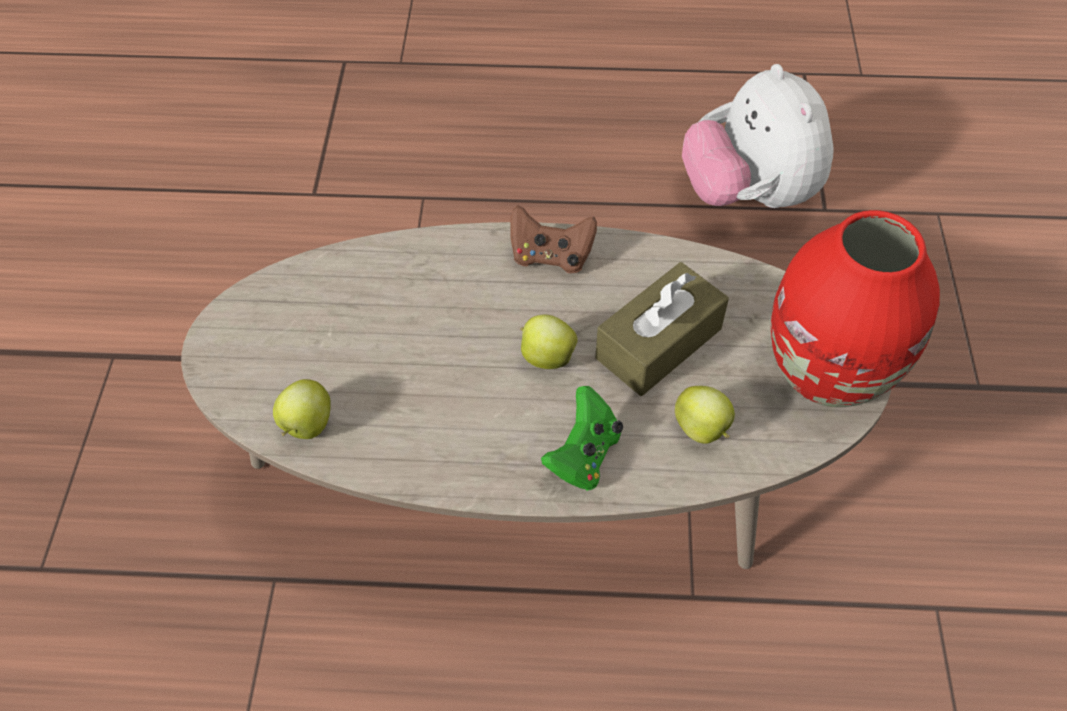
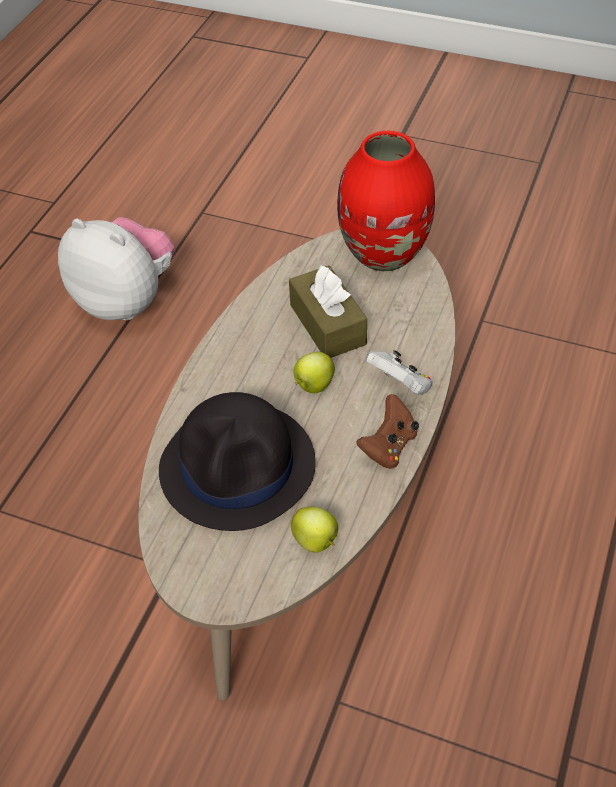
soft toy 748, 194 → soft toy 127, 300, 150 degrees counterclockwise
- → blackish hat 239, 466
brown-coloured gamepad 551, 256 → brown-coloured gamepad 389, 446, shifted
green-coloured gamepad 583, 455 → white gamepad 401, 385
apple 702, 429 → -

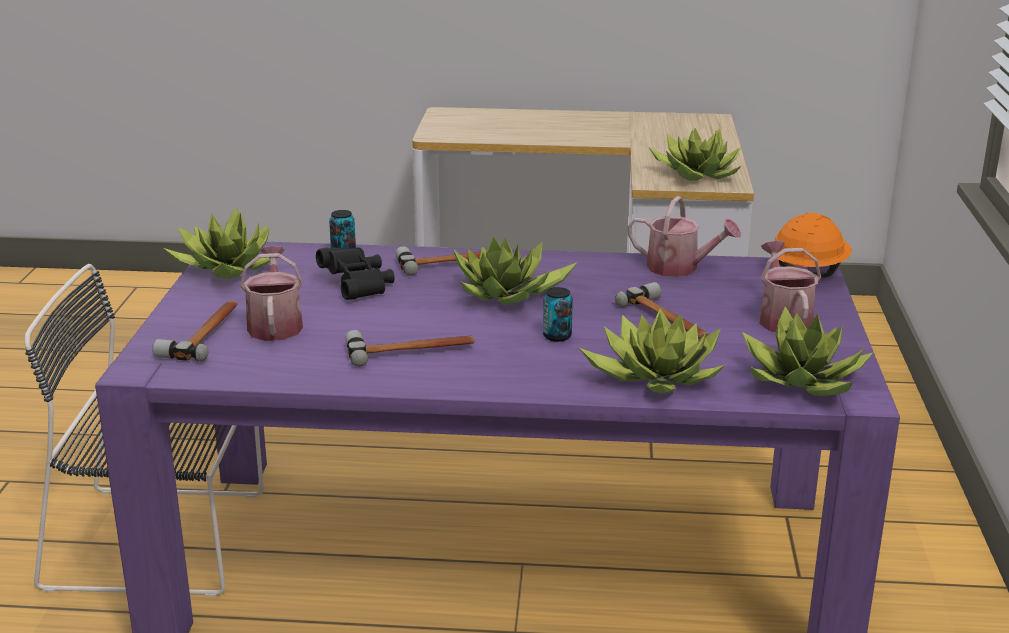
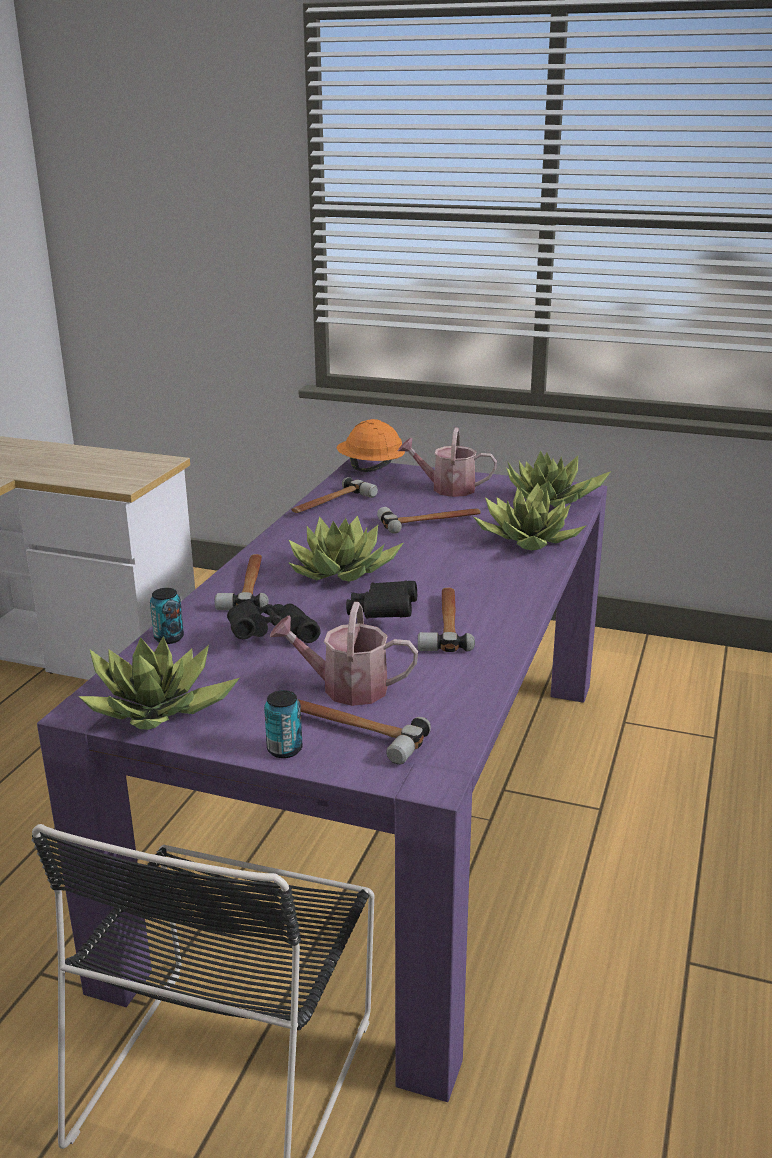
metal can 557, 336 → metal can 284, 749, shifted
watering can 679, 268 → tool hammer 331, 504
- → blackish pair of binoculars 383, 616
plant in a pot 696, 174 → -

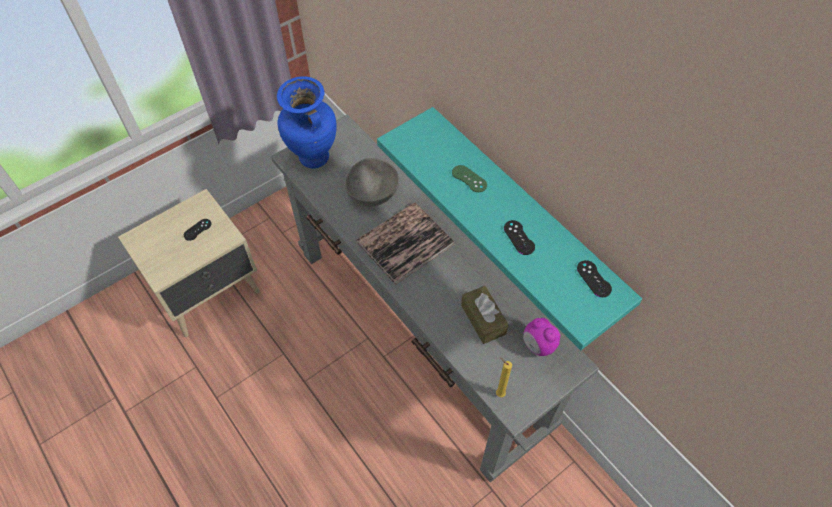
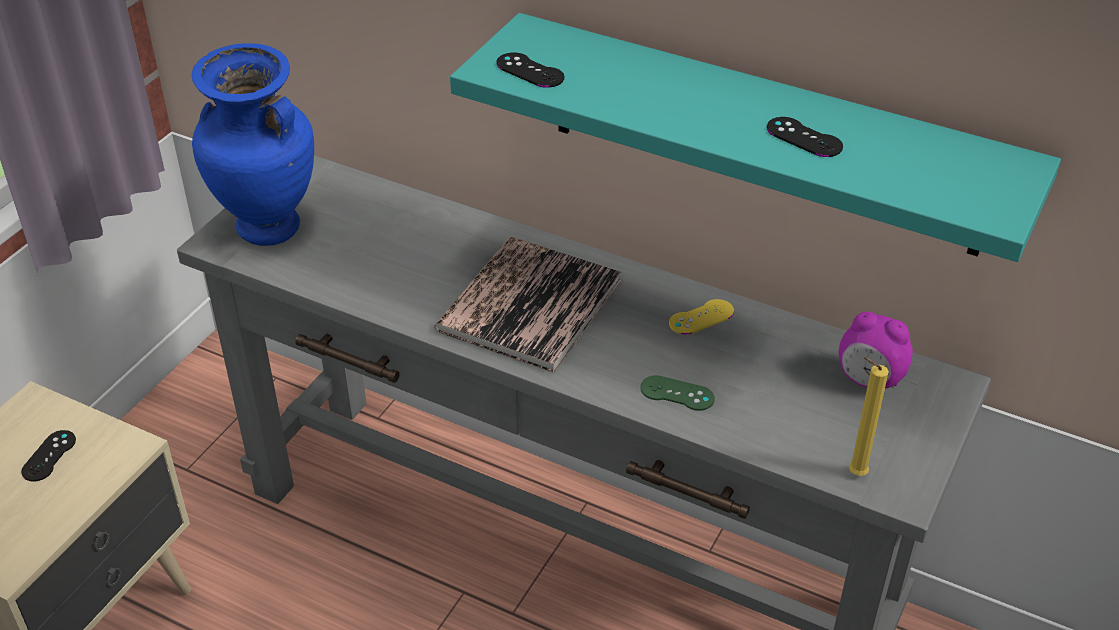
blackish gamepad 594, 279 → blackish gamepad 530, 71, shifted
green-coloured gamepad 469, 179 → green-coloured gamepad 677, 393, shifted
- → yellow-coloured gamepad 701, 317
grey deep dish 372, 194 → -
brown-coloured tissue box 483, 319 → -

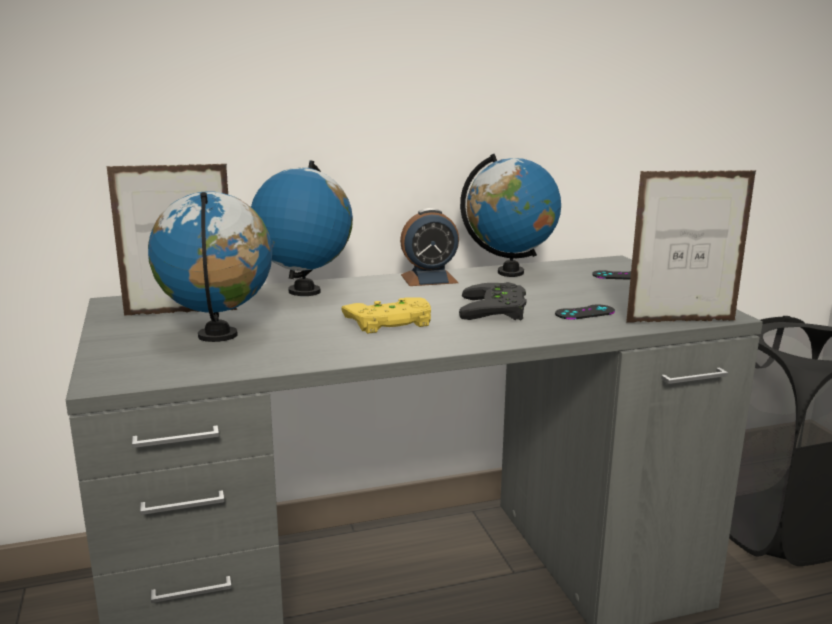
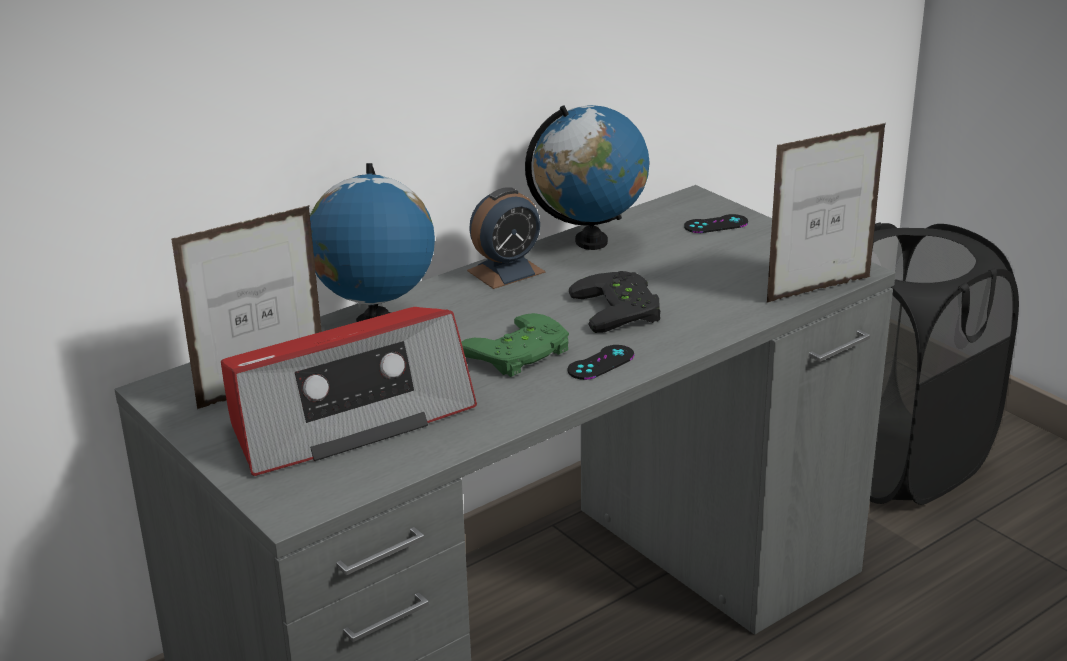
globe 218, 336 → radio set 347, 416
yellow-coloured gamepad 389, 322 → green-coloured gamepad 520, 354
blackish gamepad 584, 312 → blackish gamepad 601, 363, shifted

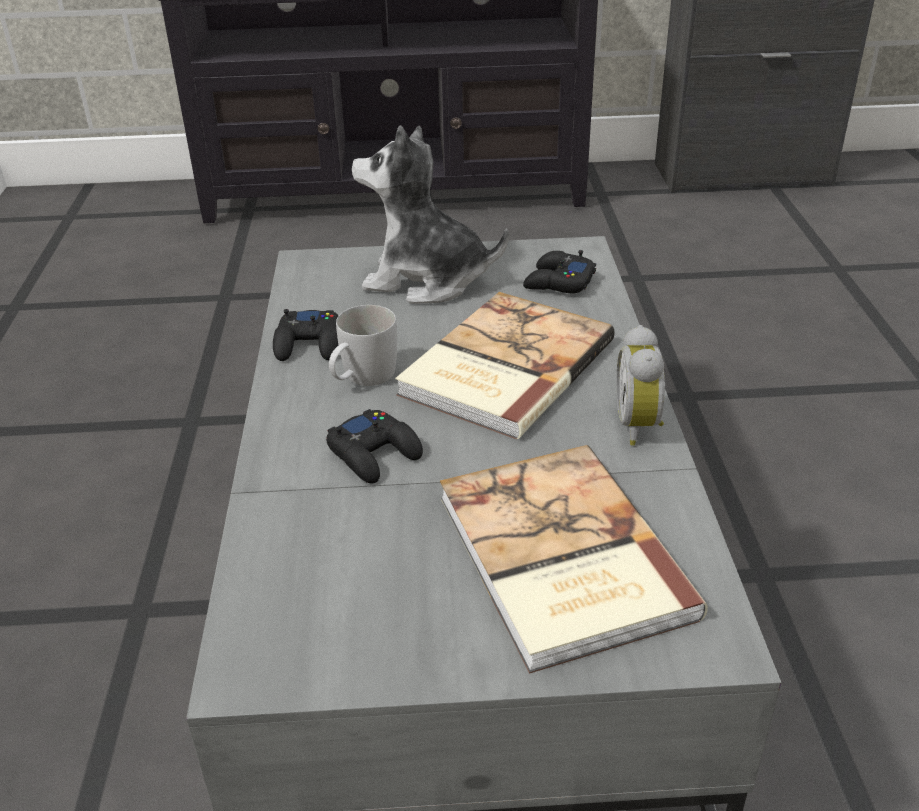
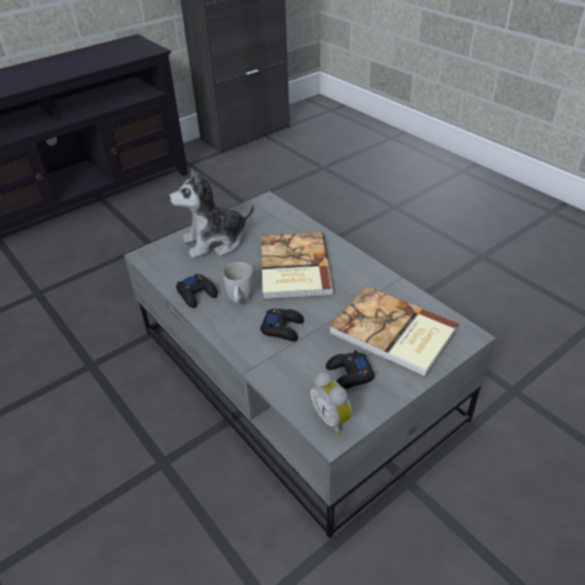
alarm clock 640, 426 → alarm clock 332, 419, shifted
blackish gamepad 558, 282 → blackish gamepad 349, 375, shifted

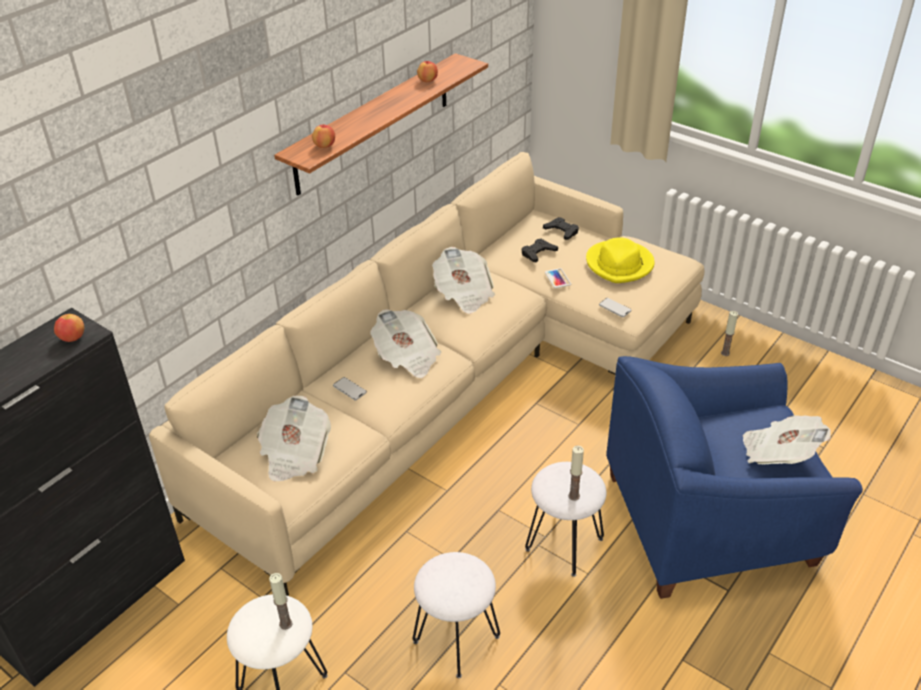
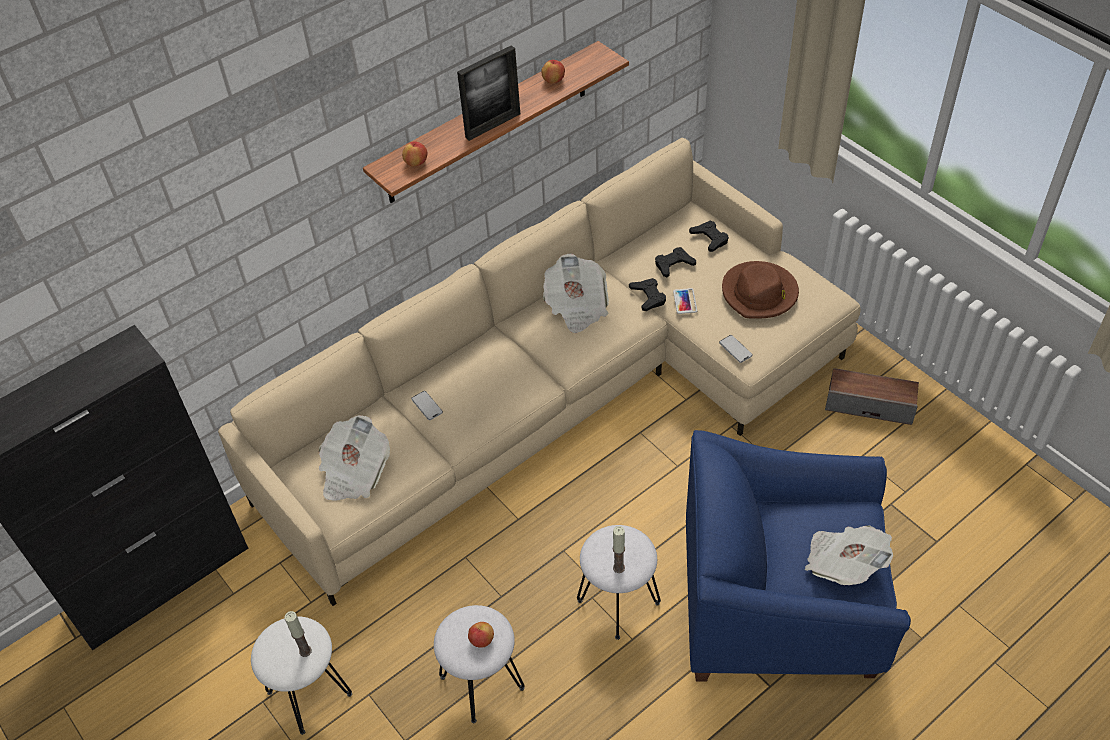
- → standing frame 493, 125
apple 72, 338 → apple 482, 640, shifted
- → blackish gamepad 648, 297
yellow-coloured hat 620, 264 → brown-coloured hat 760, 293
candle 725, 353 → speaker 869, 405
newspaper 407, 357 → -

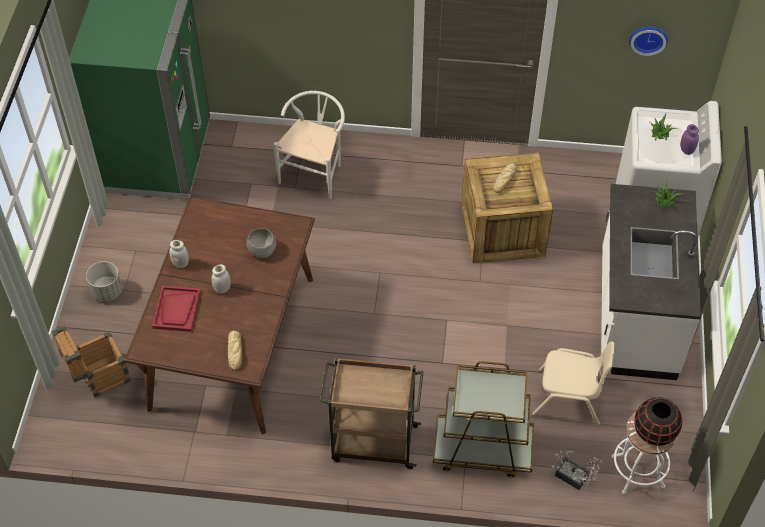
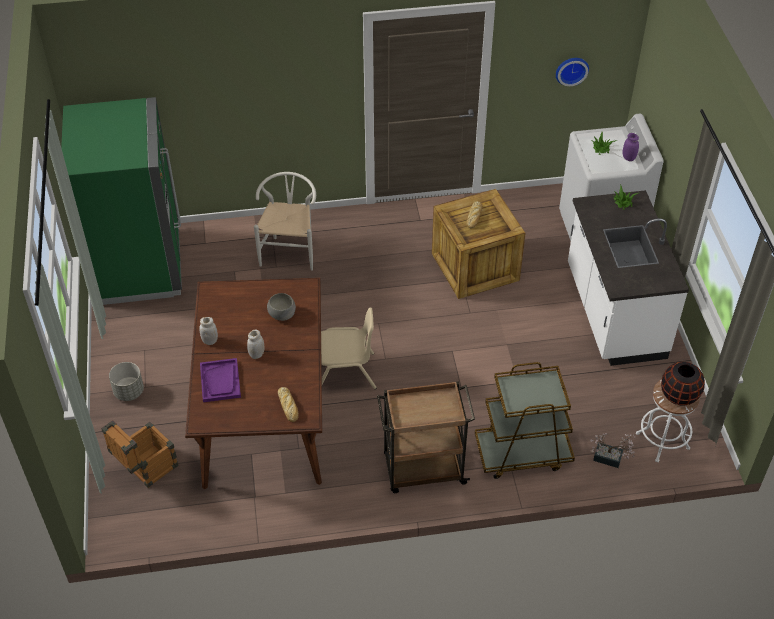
red tray 177, 310 → purple-coloured tray 220, 381
sand-coloured chair 569, 398 → sand-coloured chair 345, 372, shifted

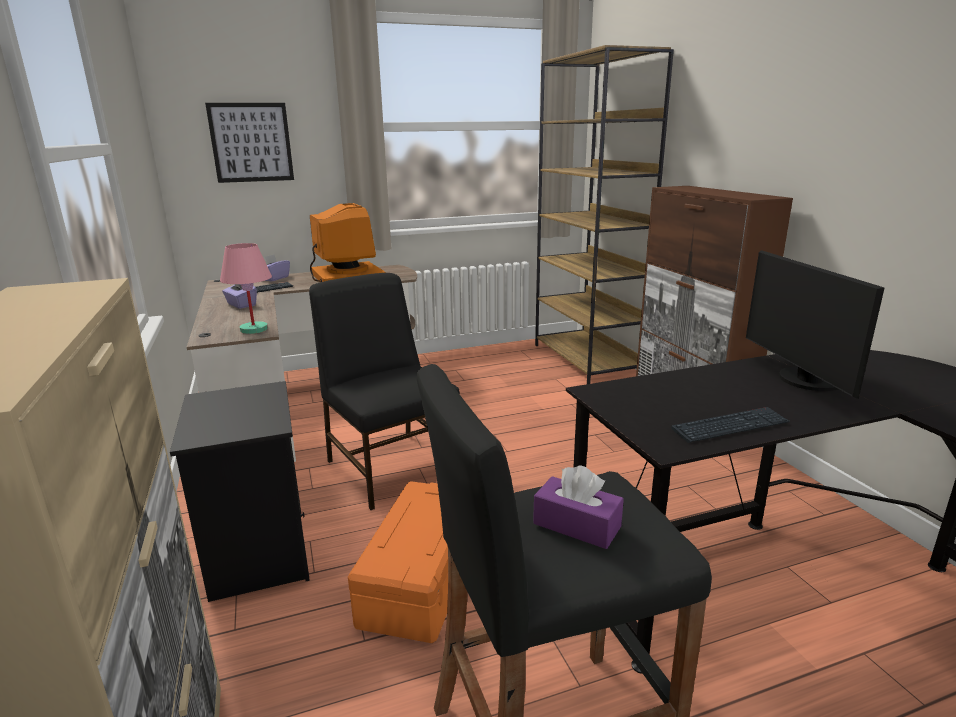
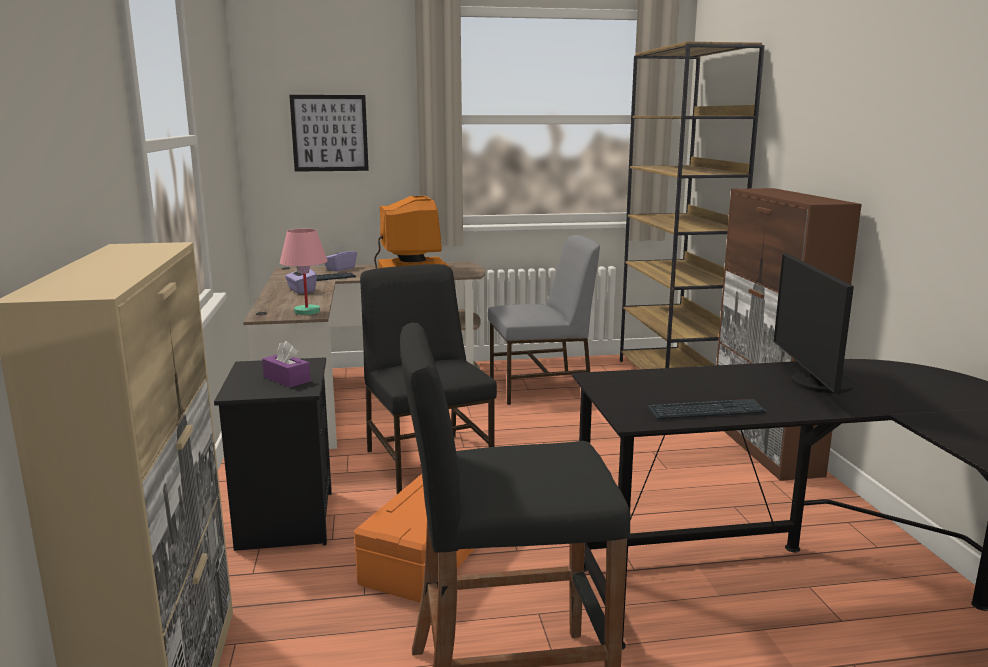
purple-coloured tissue box 577, 525 → purple-coloured tissue box 287, 379, shifted
- → grey chair 541, 388

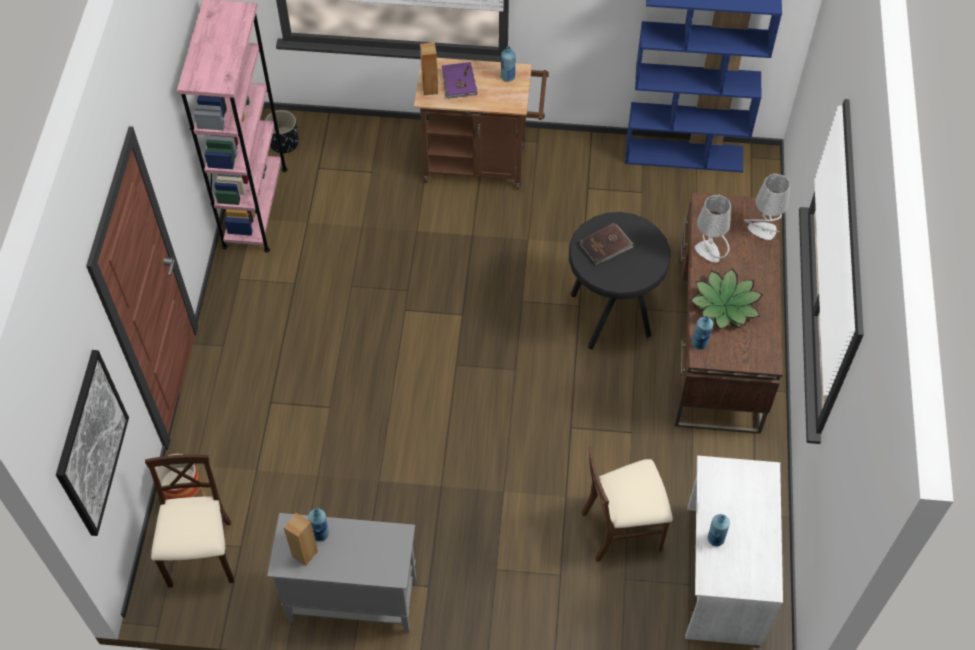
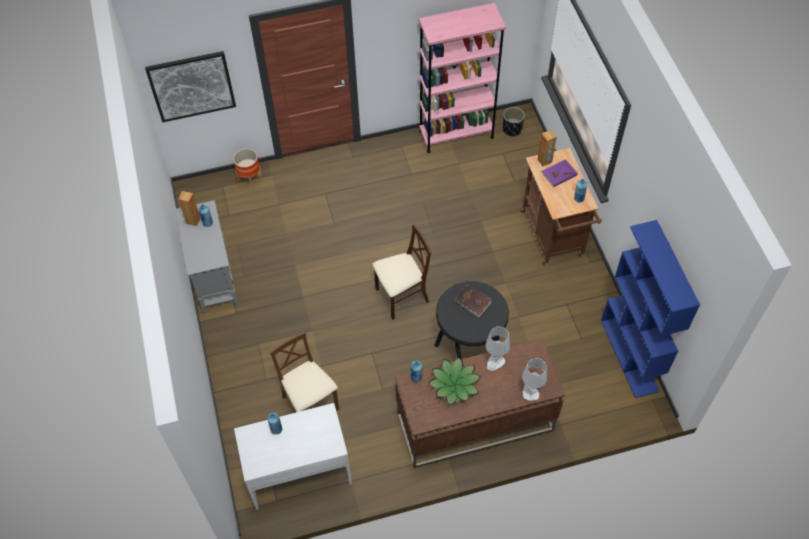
sand-coloured chair 202, 555 → sand-coloured chair 401, 296, shifted

